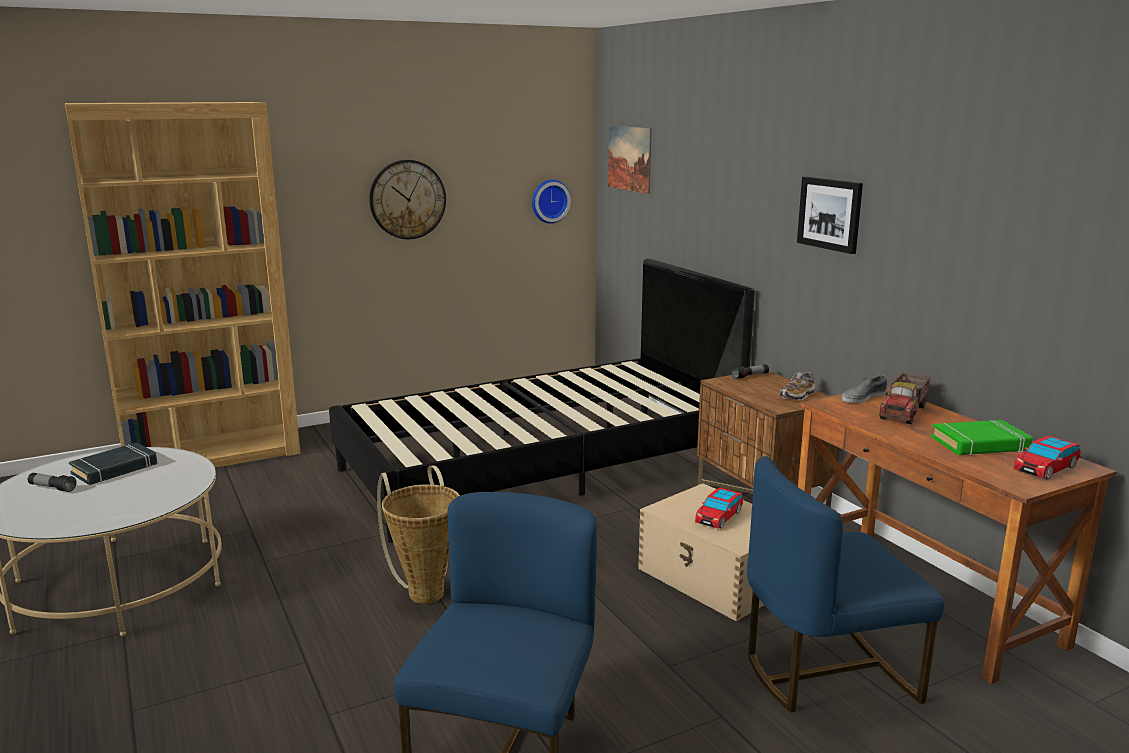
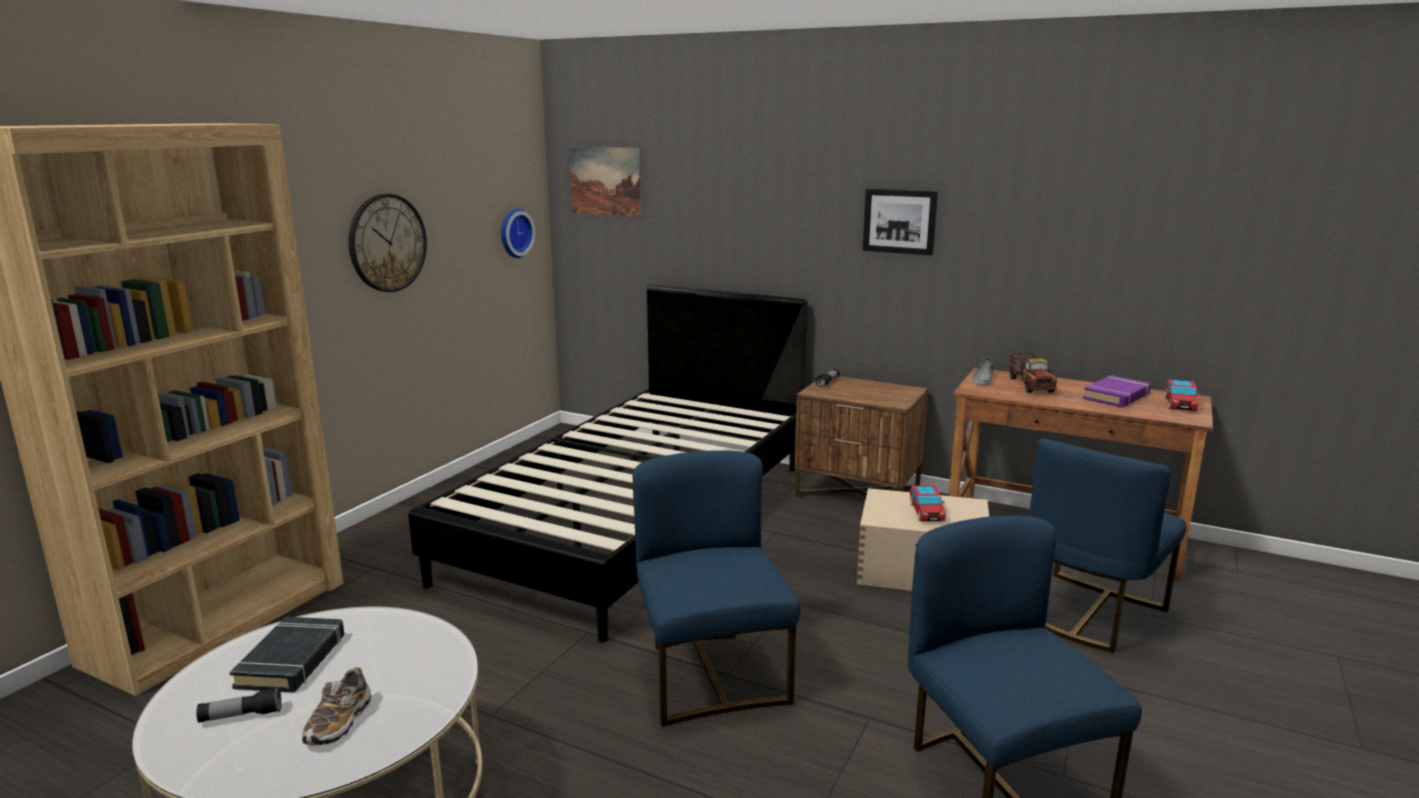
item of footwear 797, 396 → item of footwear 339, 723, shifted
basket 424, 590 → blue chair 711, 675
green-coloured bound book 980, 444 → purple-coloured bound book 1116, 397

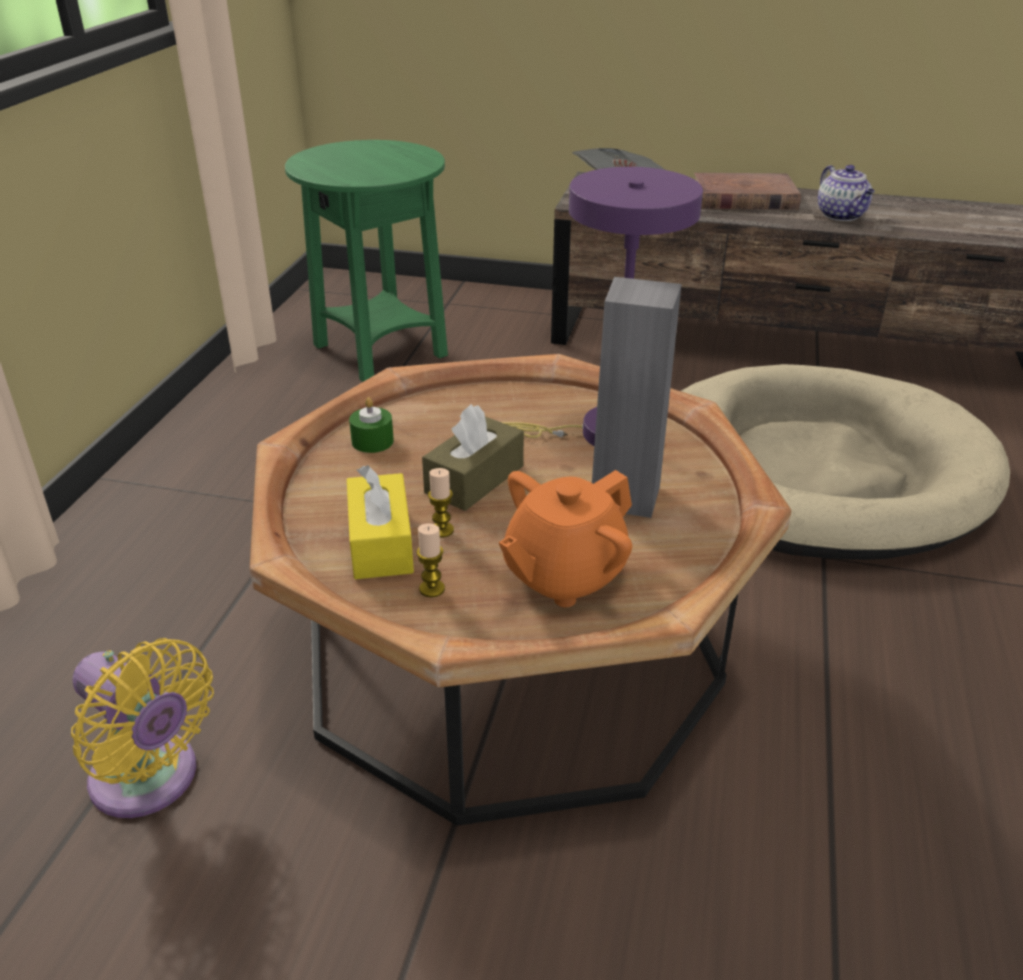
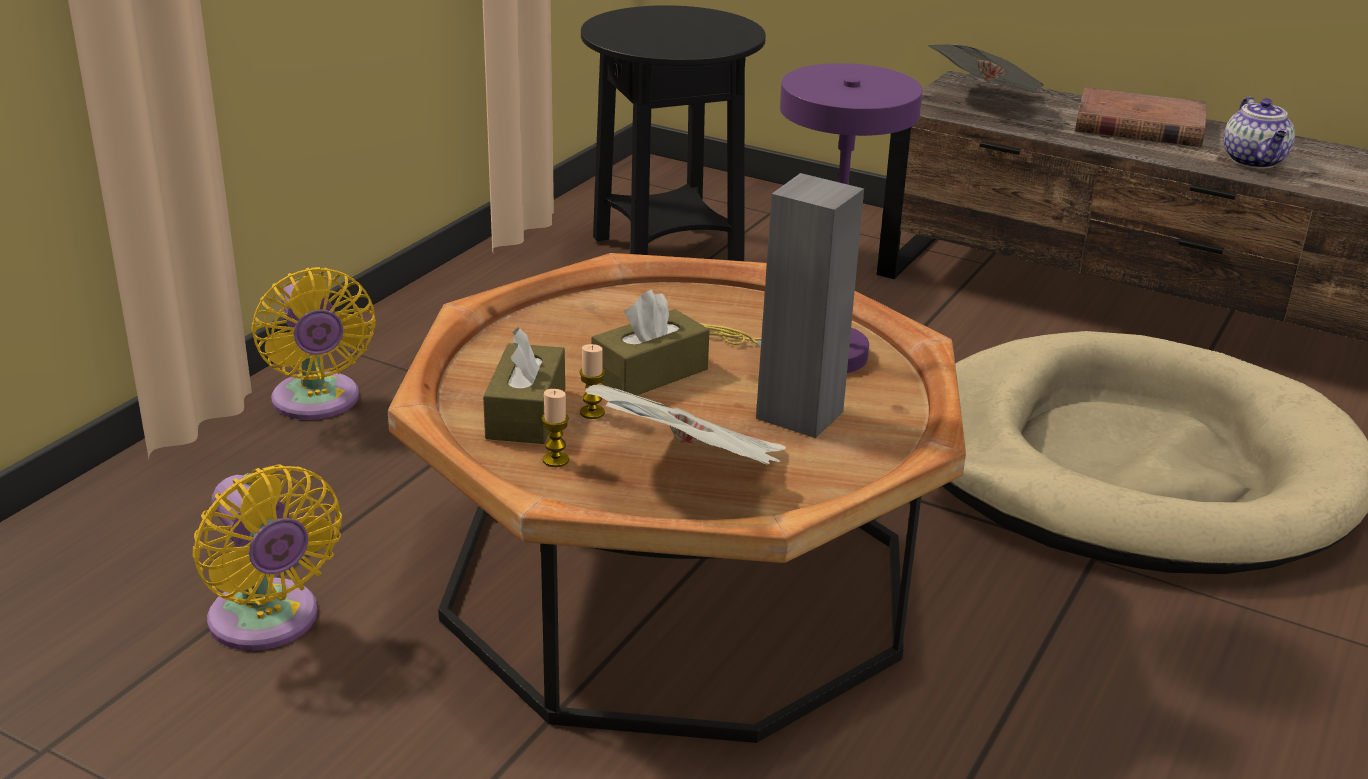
- → yellow-coloured electric fan 317, 403
yellow-coloured tissue box 381, 543 → brown-coloured tissue box 526, 413
green-coloured side table 381, 352 → blackish side table 668, 255
orange pot for tea 563, 575 → newspaper 692, 472
green-coloured candle 372, 441 → -

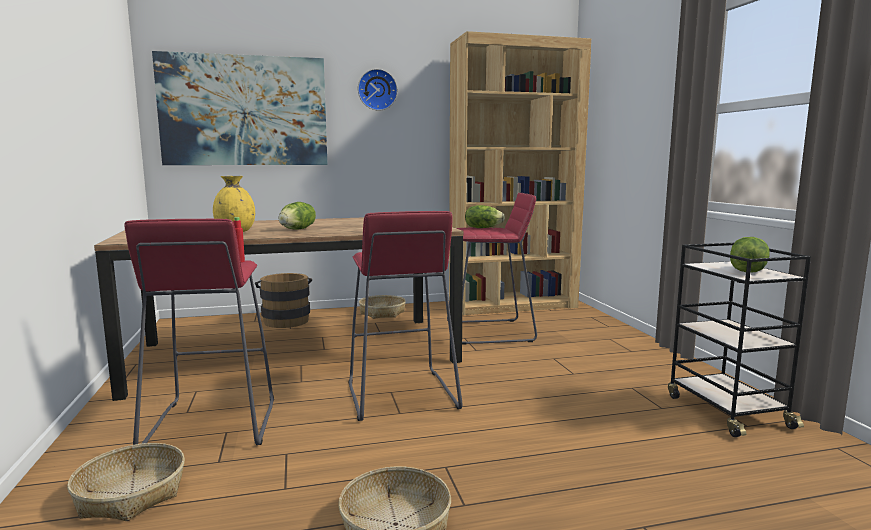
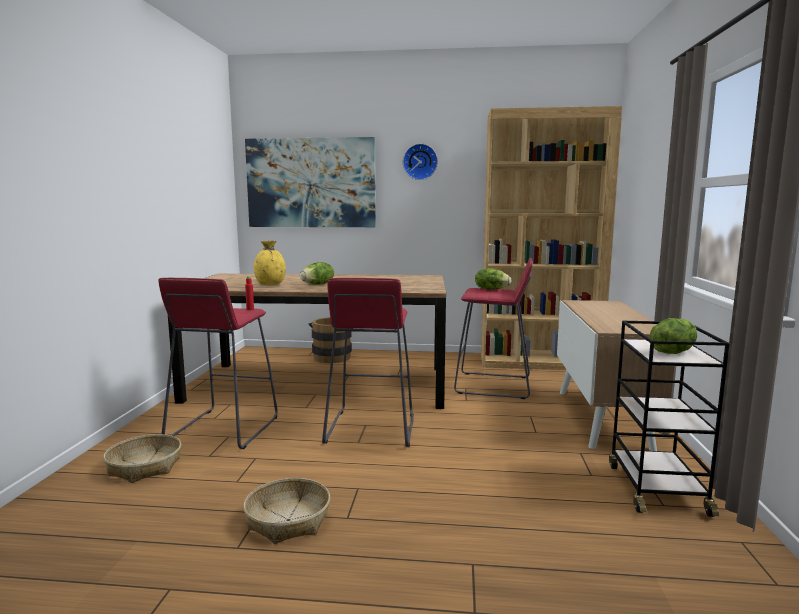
- → cupboard 603, 418
basket 382, 313 → -

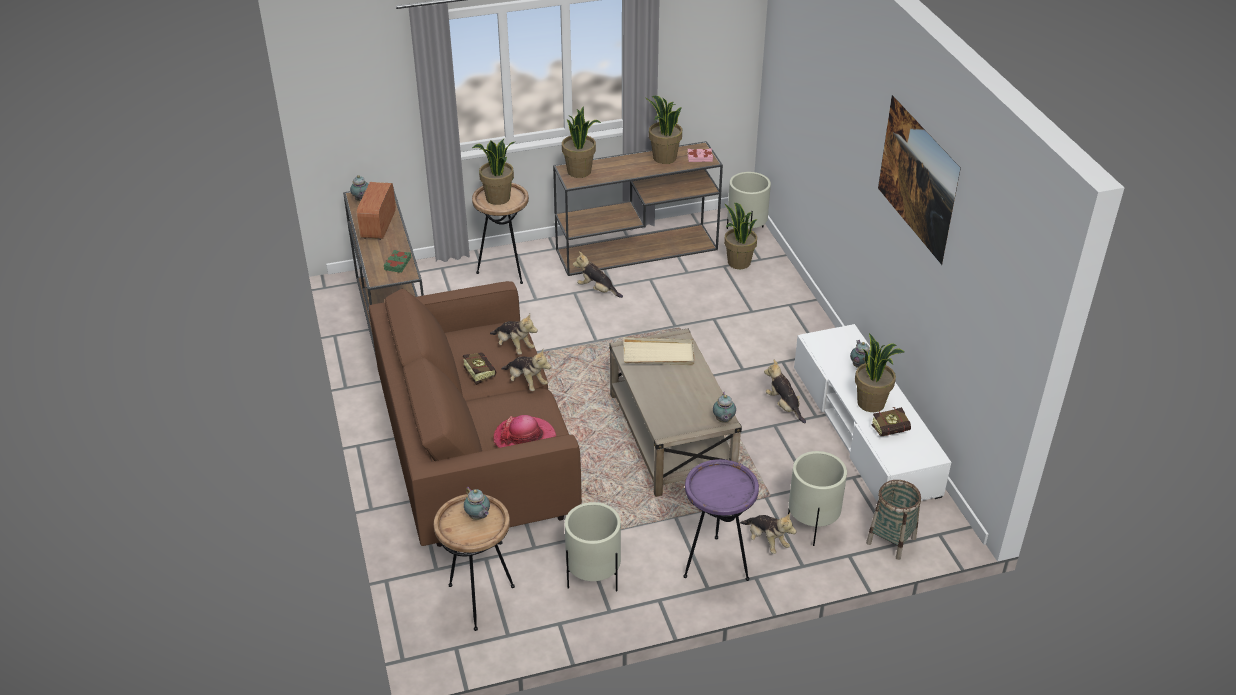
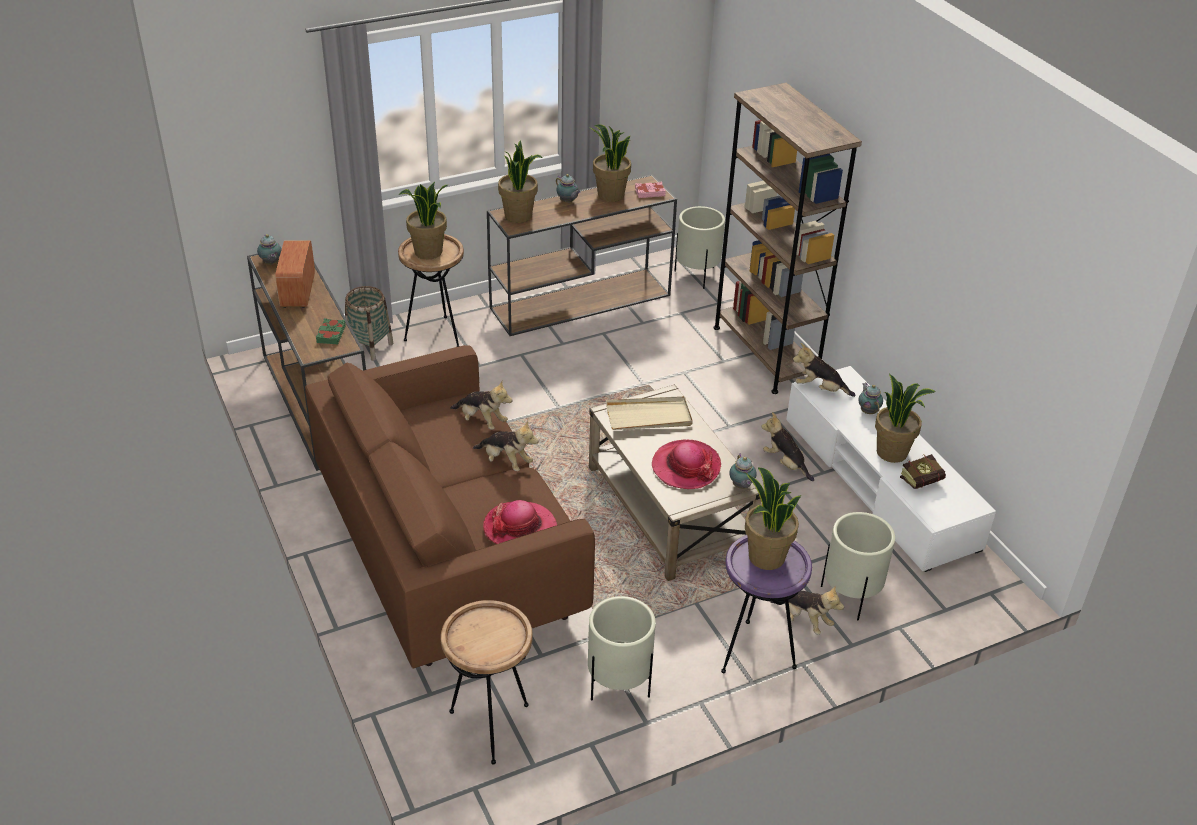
basket 891, 540 → basket 370, 347, shifted
pot for tea 478, 517 → pot for tea 567, 202, shifted
- → hat 686, 467
- → brown-coloured bookcase 765, 353
plant in a pot 738, 263 → plant in a pot 765, 557, shifted
soft toy 597, 290 → soft toy 820, 389, shifted
bound book 478, 373 → -
wall art 912, 202 → -

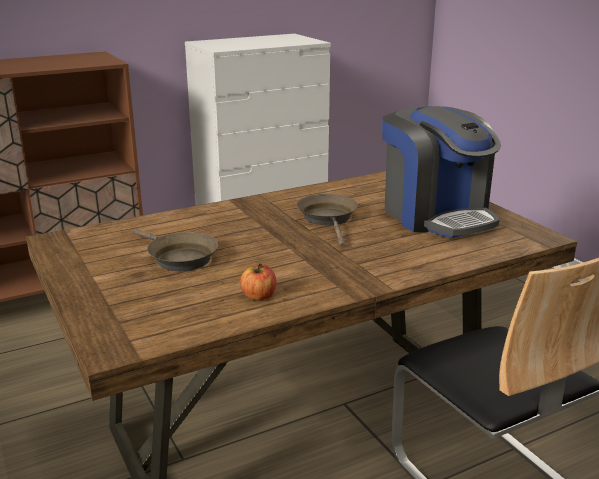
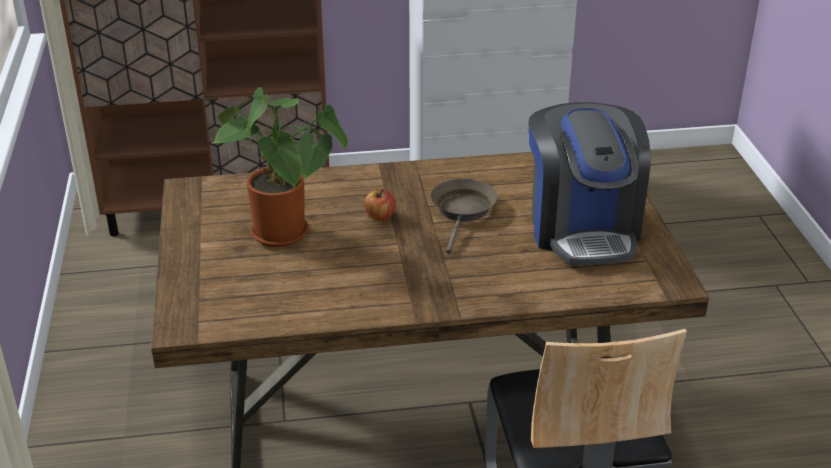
brown-coloured skillet 178, 258 → plant in a pot 286, 235
apple 258, 296 → apple 380, 216, shifted

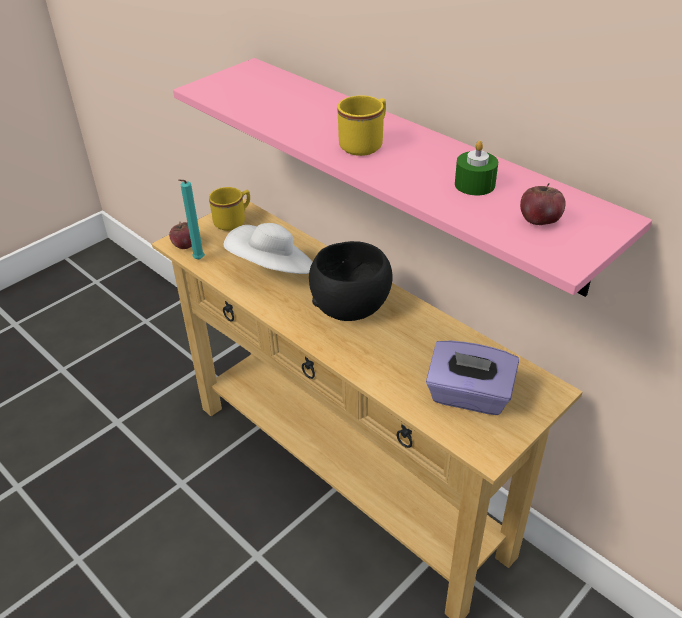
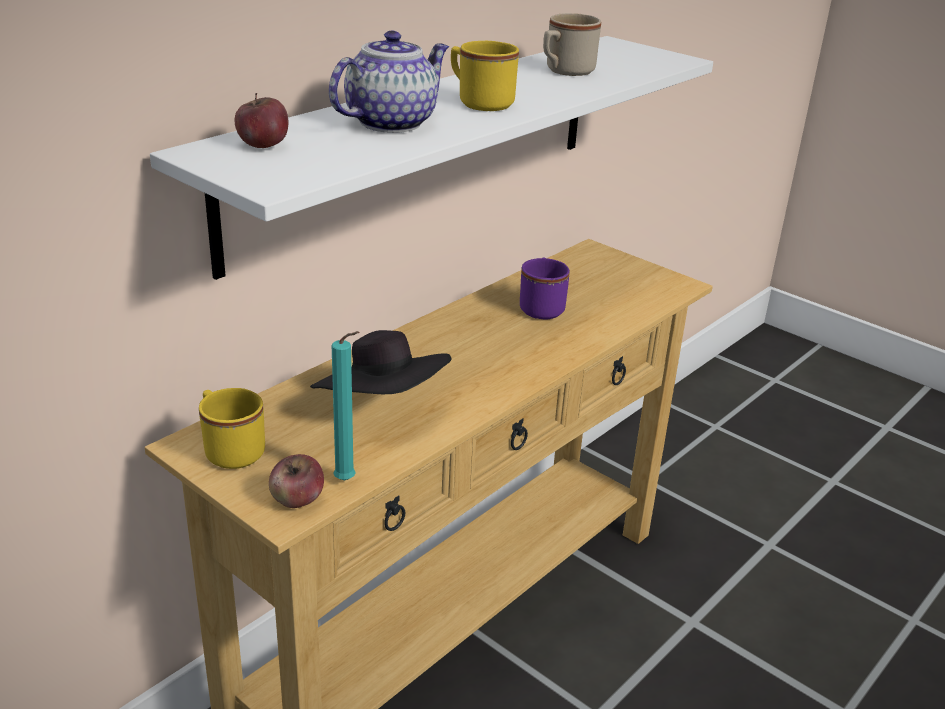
pink bracket shelf 415, 168 → white bracket shelf 422, 143
apple 539, 221 → apple 263, 145, shifted
white hat 273, 270 → blackish hat 383, 405
- → pot for tea 392, 122
- → purple-coloured mug 541, 307
green-coloured candle 474, 184 → sand-coloured mug 565, 71
blackish deep dish 350, 305 → -
purple-coloured tissue box 468, 396 → -

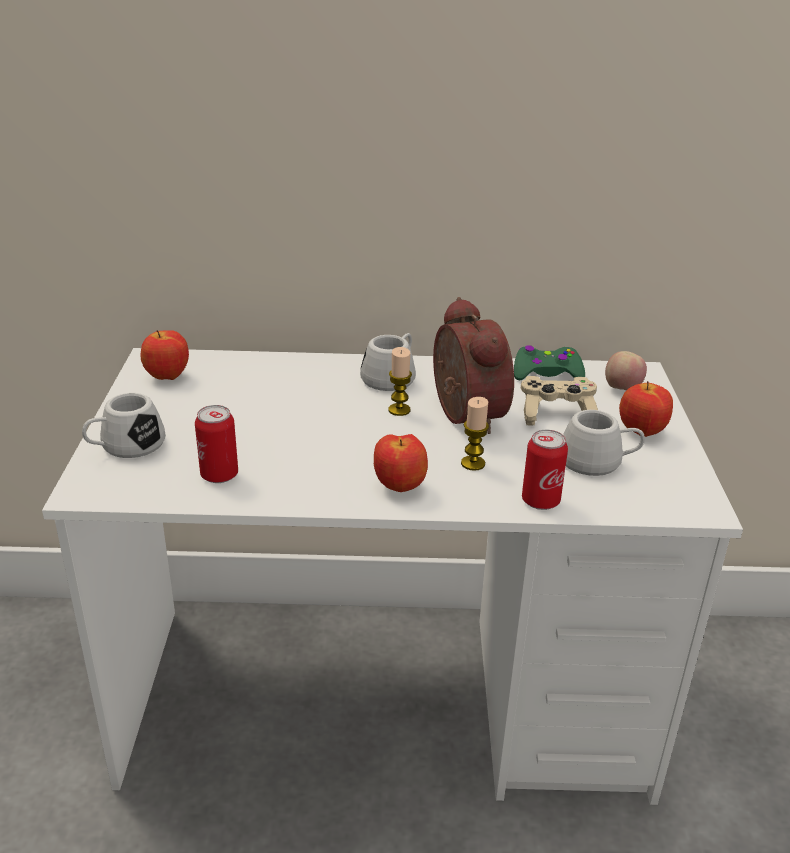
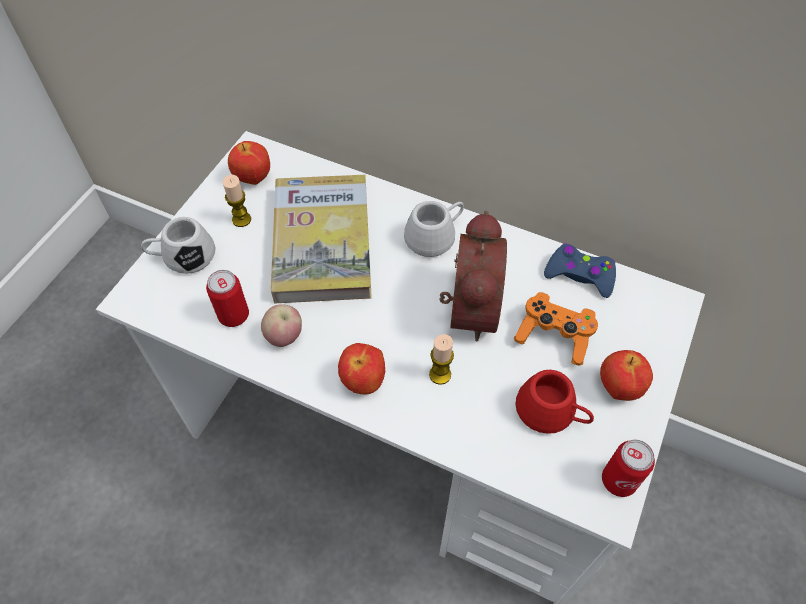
candle 399, 410 → candle 241, 219, shifted
apple 622, 390 → apple 284, 336, shifted
- → bound book 322, 242
sand-coloured gamepad 557, 414 → orange gamepad 554, 335
white mug 598, 462 → red mug 551, 412
green-coloured gamepad 546, 373 → blue gamepad 579, 275
metal can 540, 501 → metal can 618, 480, shifted

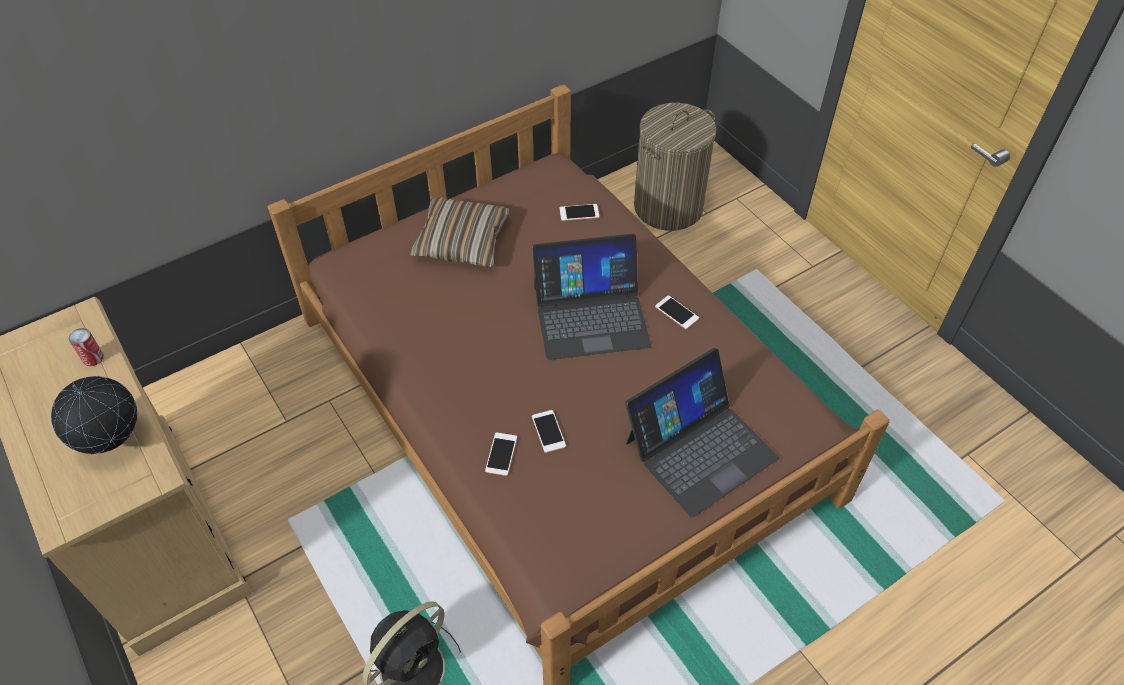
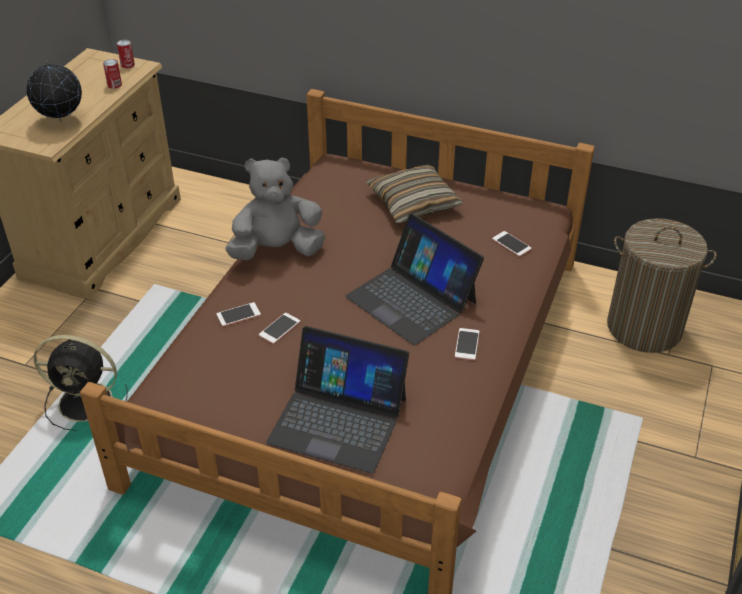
- → metal can 127, 65
- → grey soft toy 277, 250

